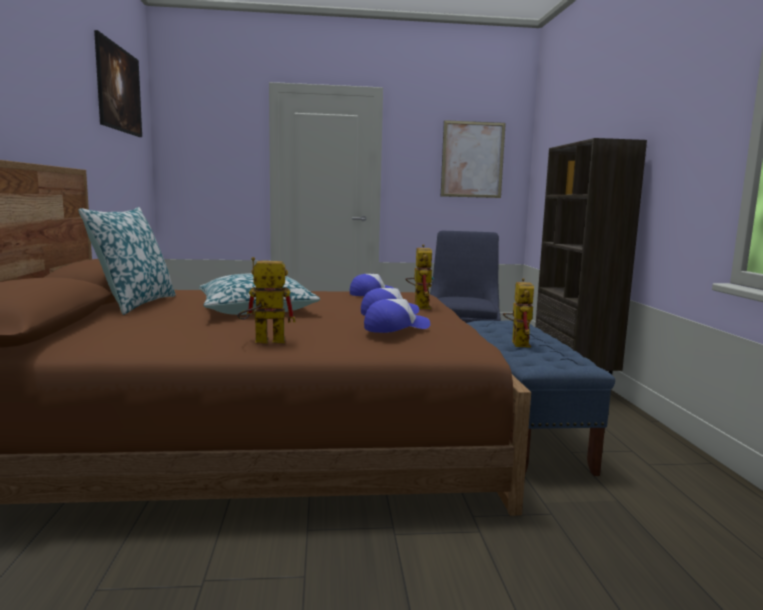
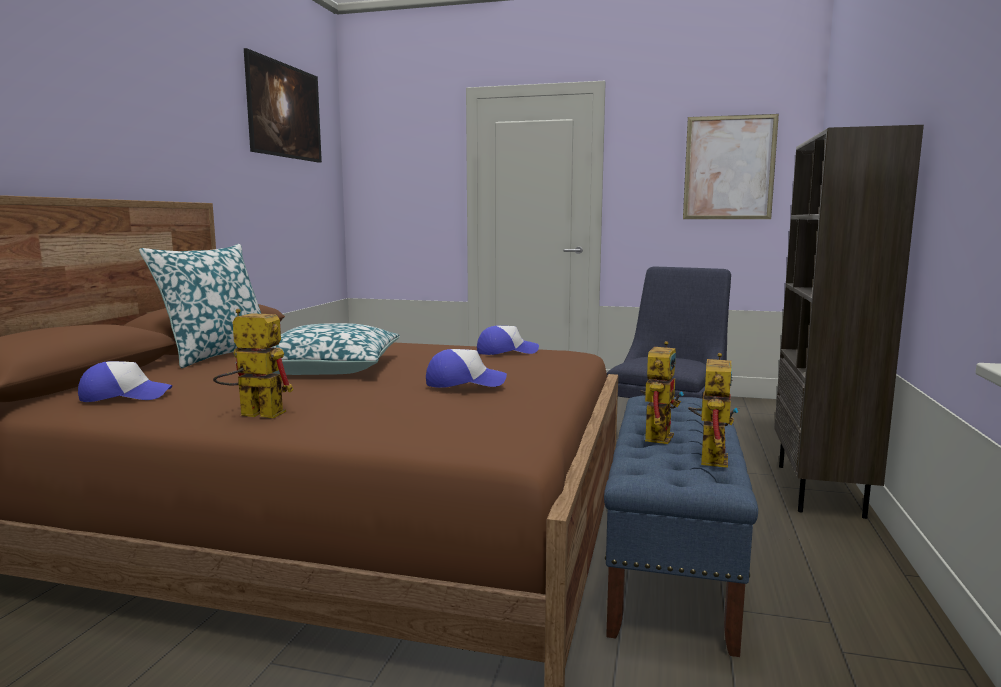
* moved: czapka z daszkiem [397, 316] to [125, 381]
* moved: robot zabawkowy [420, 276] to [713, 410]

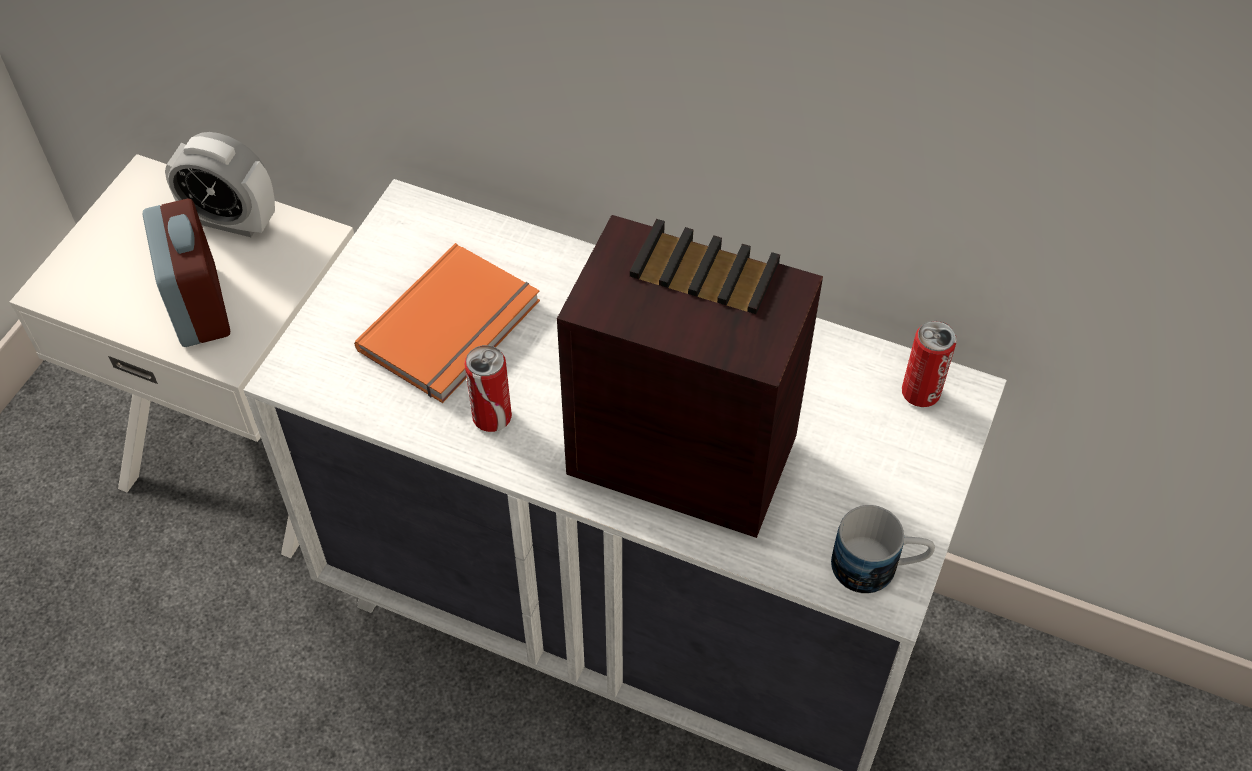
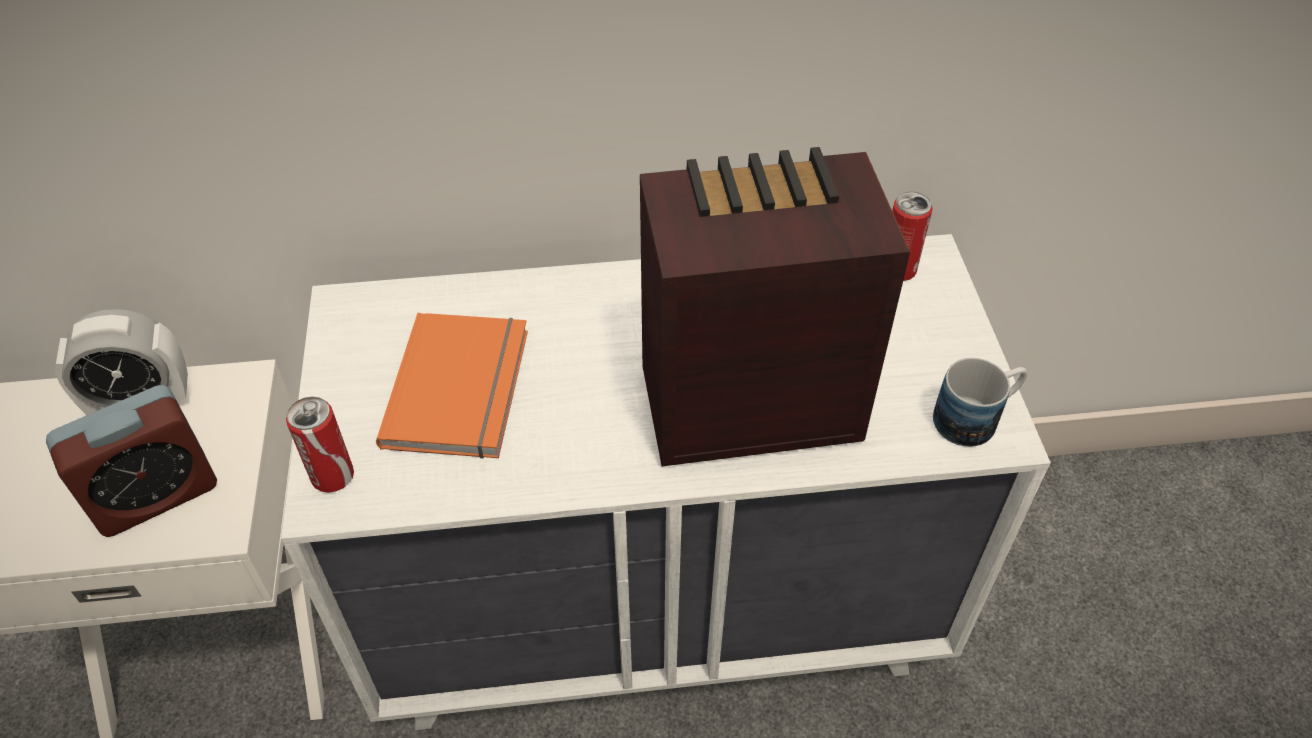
* turned: budzik [186, 272] = [131, 461] 105 degrees clockwise
* moved: puszka [488, 388] to [320, 445]

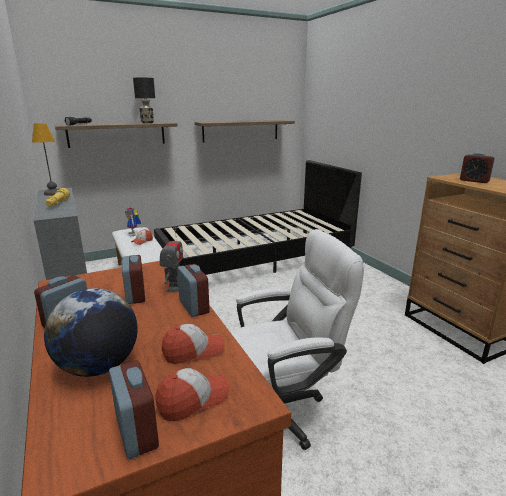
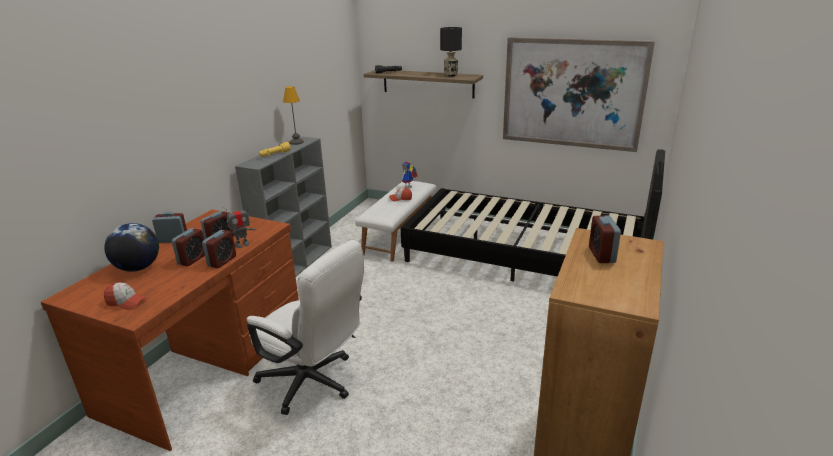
* moved: budzik [134, 410] to [188, 247]
* removed: czapka z daszkiem [193, 344]
* replaced: półka [245, 131] to obraz [579, 94]

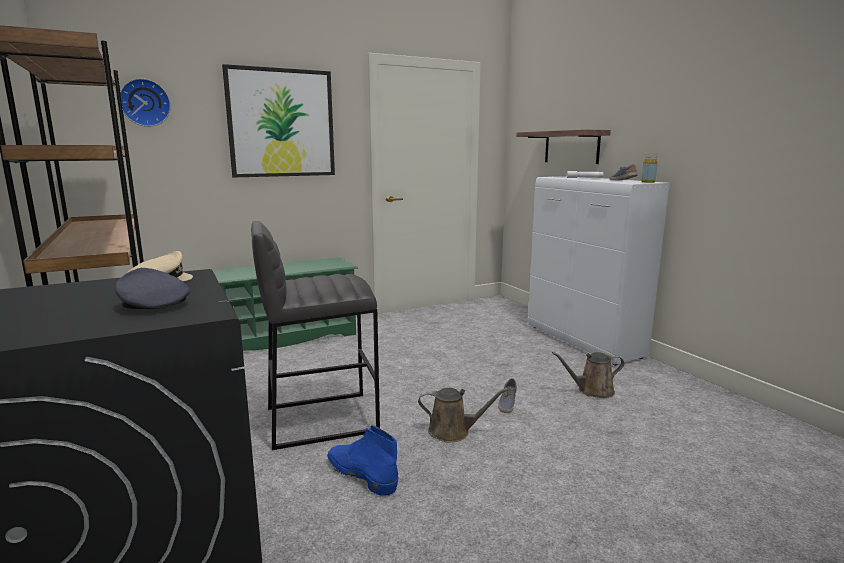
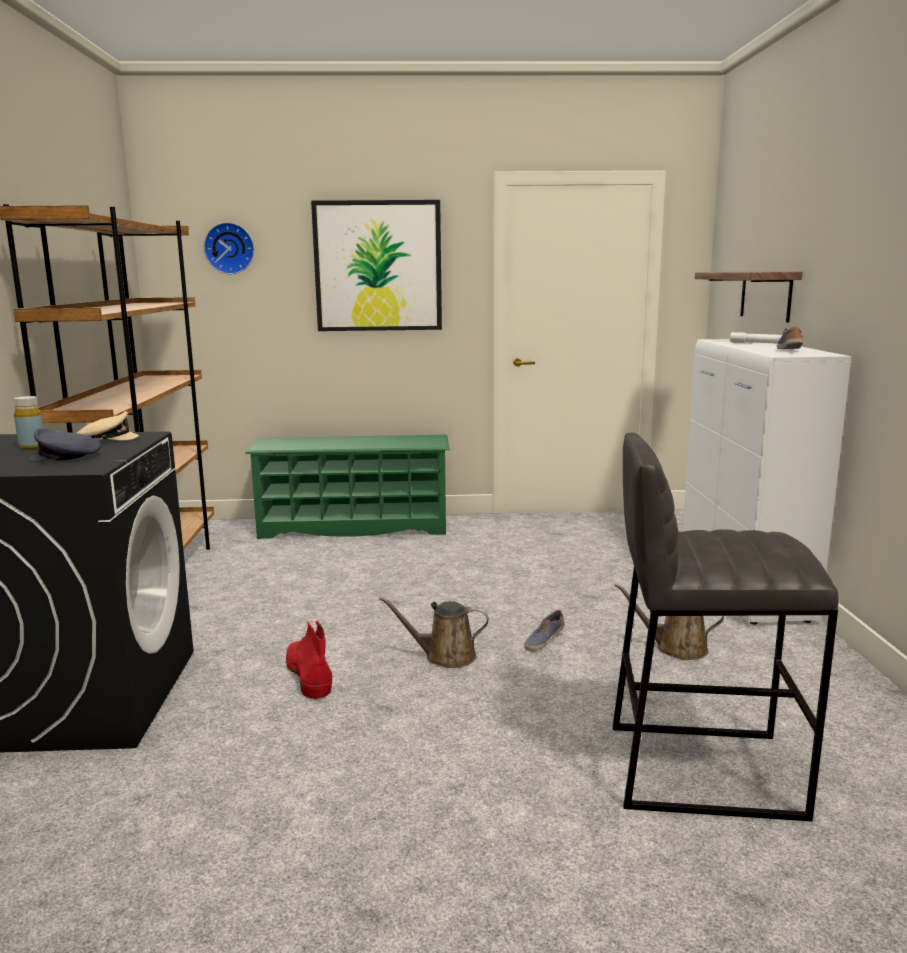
* turned: czapka z daszkiem [szary] [152, 288] = [65, 445] 75 degrees counterclockwise
* moved: stołek [szary] [315, 335] to [725, 627]
* recoloured: but z cholewką [niebieski] [362, 460] to but z cholewką [czerwony] [308, 660]
* turned: konewka [brązowy] [463, 415] = [434, 632] 150 degrees clockwise
* moved: butelka [żółty] [649, 168] to [28, 423]

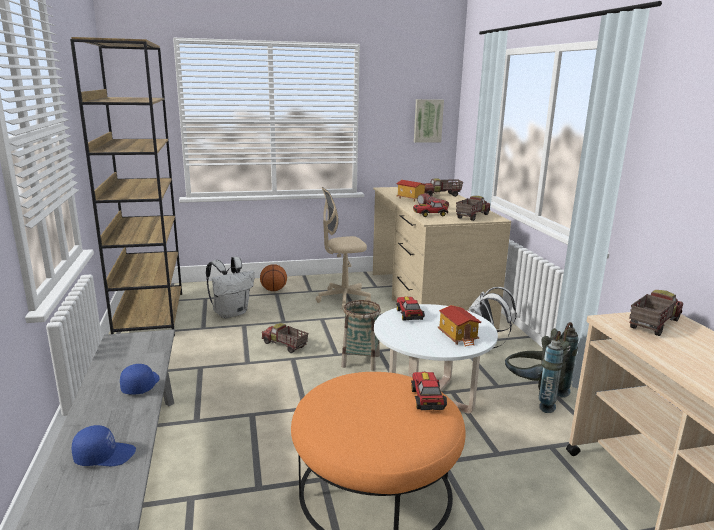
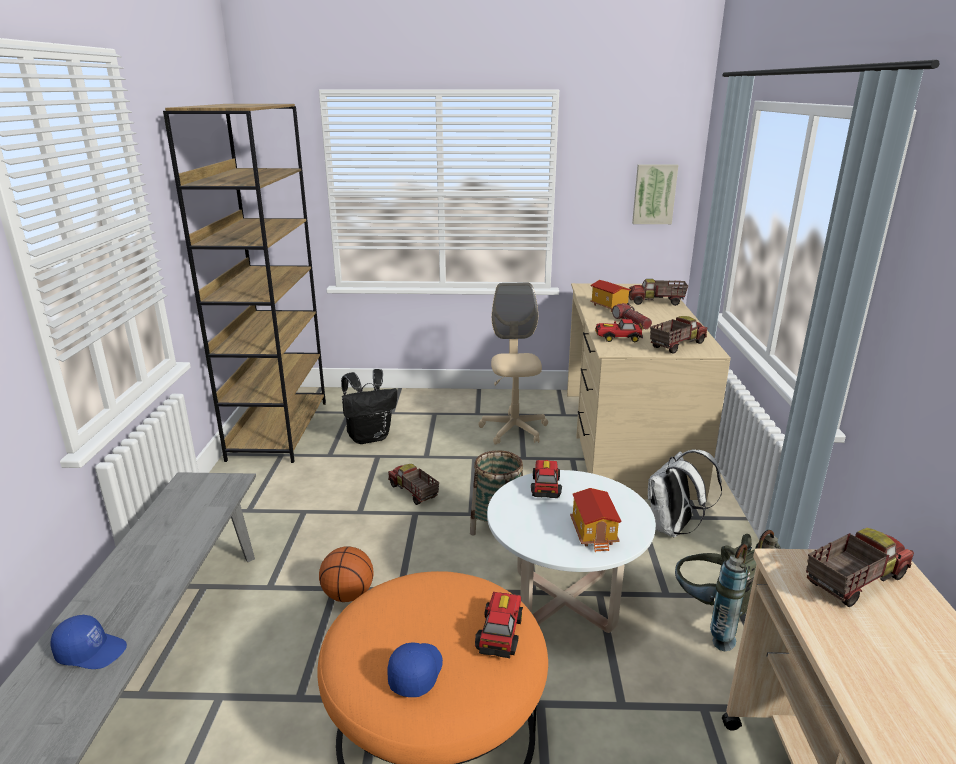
* moved: czapka z daszkiem [niebieski] [140, 379] to [415, 669]
* recoloured: plecak [biały] [230, 288] to plecak [czarny] [369, 406]
* moved: piłka do koszykówki [273, 277] to [346, 574]
* turned: krzesło biurowe [beżowy] [343, 248] = [513, 363] 90 degrees clockwise

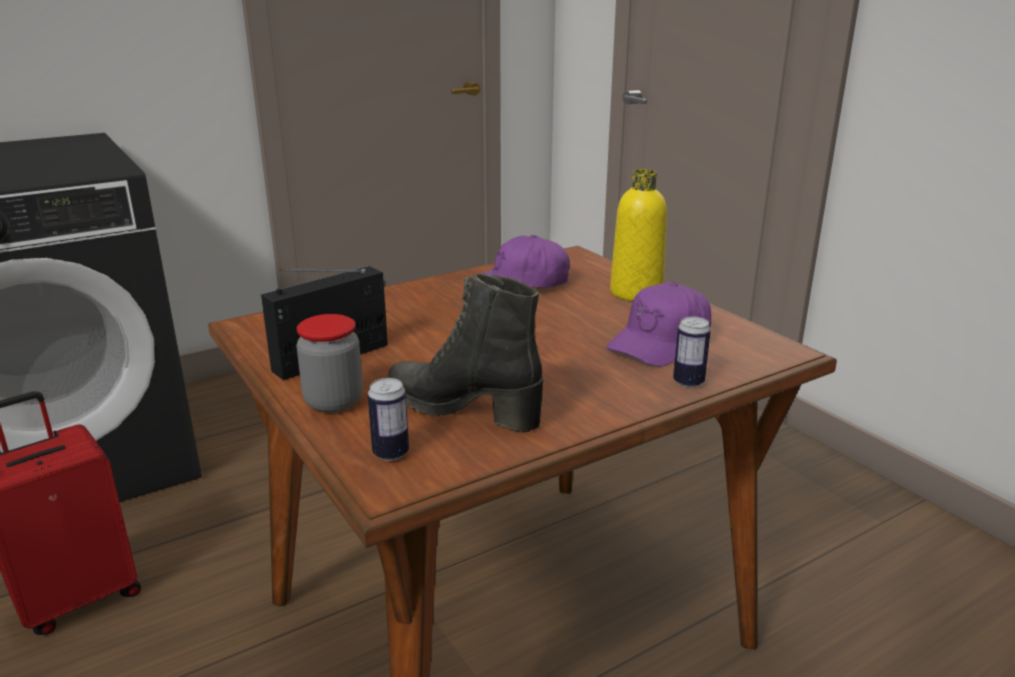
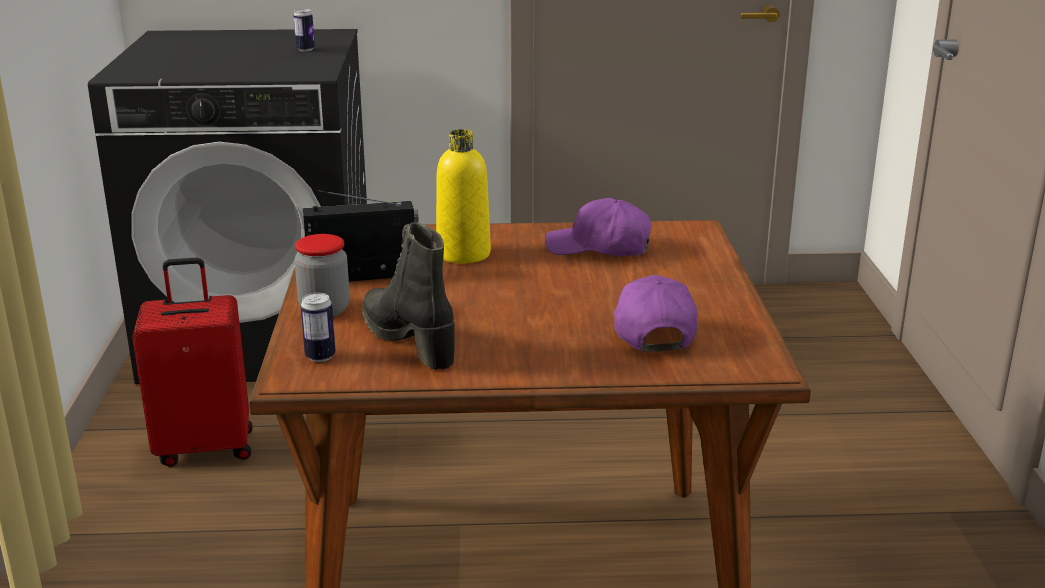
* turned: czapka z daszkiem [fioletowy] [658, 324] = [655, 313] 105 degrees clockwise
* moved: butelka [żółty] [638, 235] to [463, 196]
* moved: puszka [692, 352] to [304, 30]

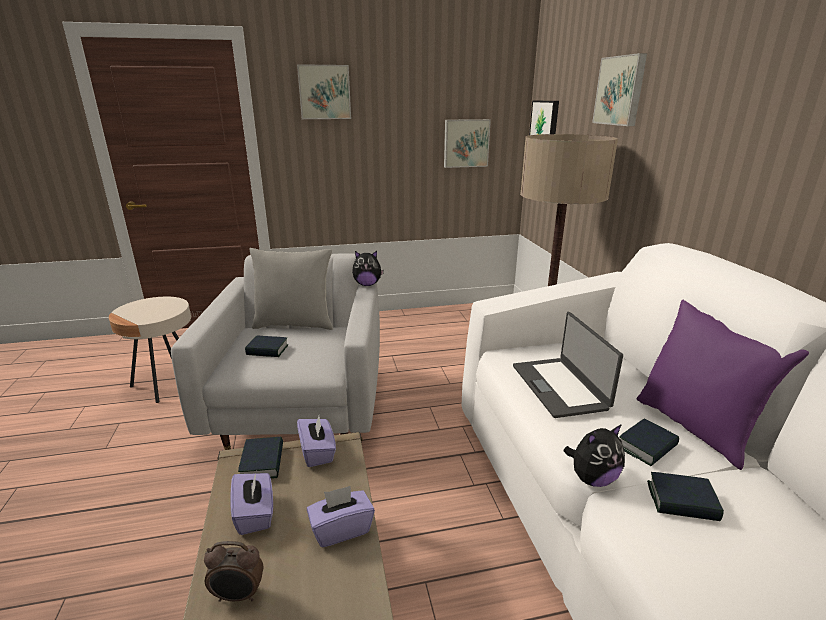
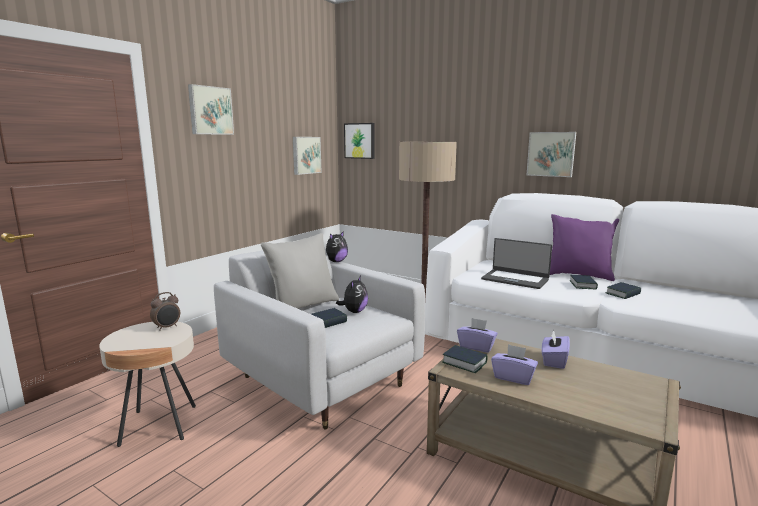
* moved: budzik [233, 571] to [165, 311]
* moved: pluszak [594, 455] to [352, 294]
* moved: obraz [619, 89] to [552, 154]

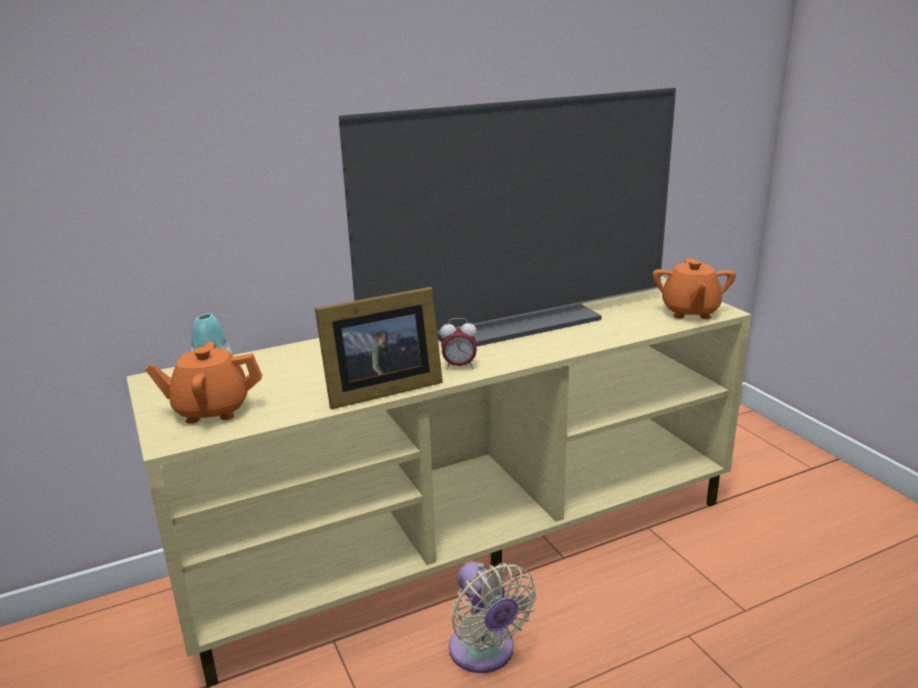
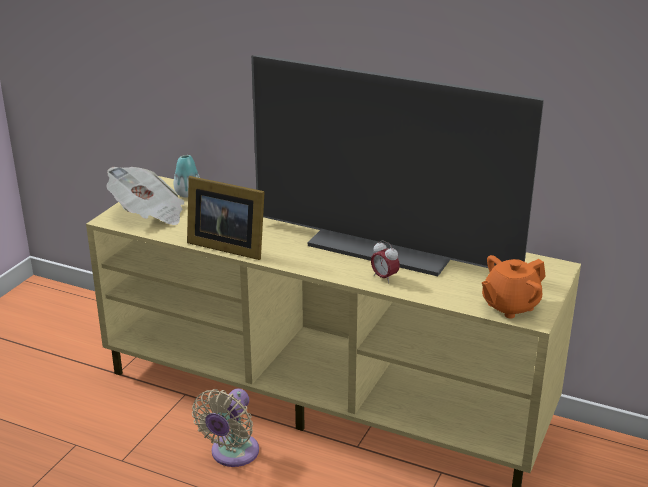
* replaced: imbryk [pomarańczowy] [203, 383] to gazeta [145, 196]
* moved: budzik [458, 344] to [385, 262]

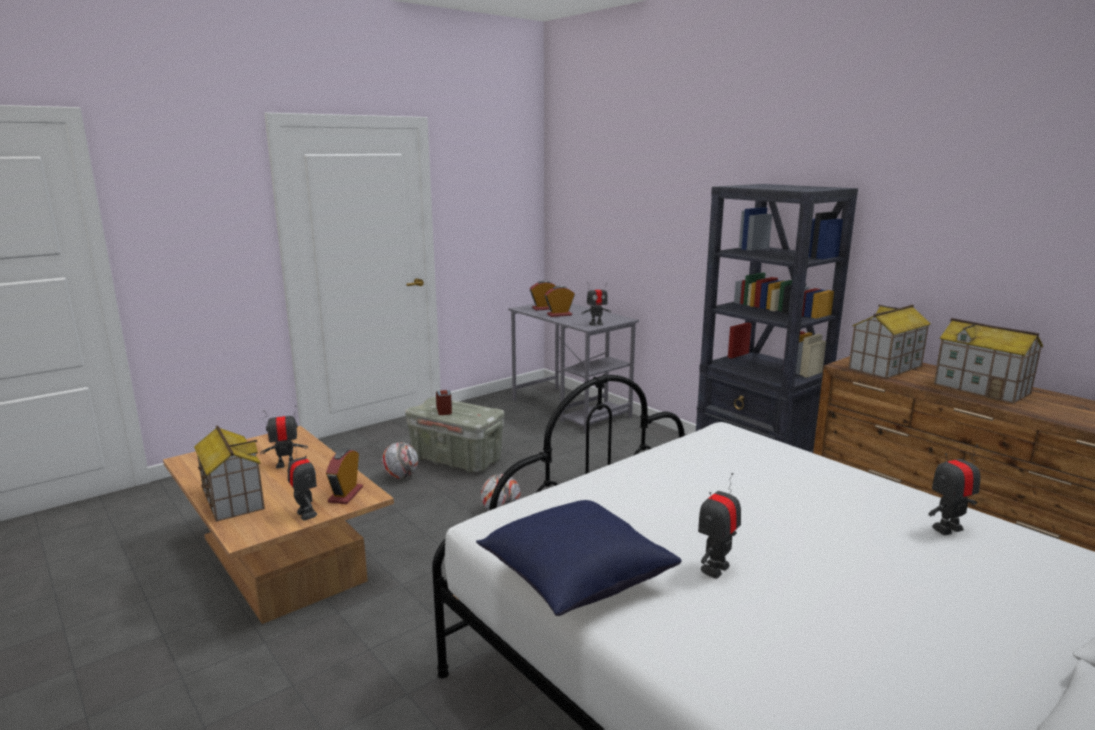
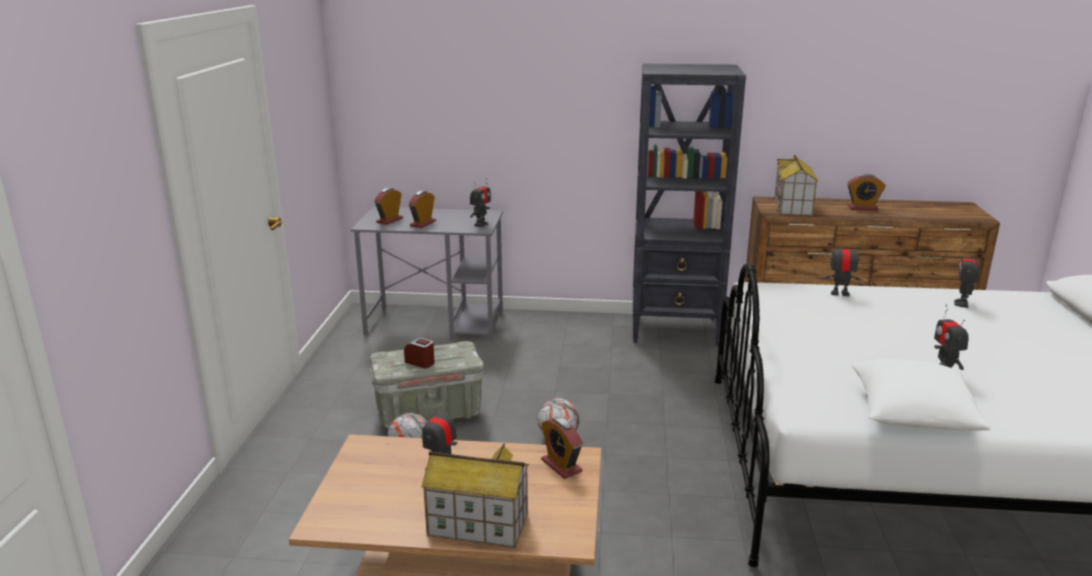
* moved: robot zabawkowy [302, 483] to [842, 268]
* recoloured: poduszka [niebieski] [579, 558] to poduszka [biały] [921, 395]
* replaced: domek [988, 361] to budzik [866, 192]

